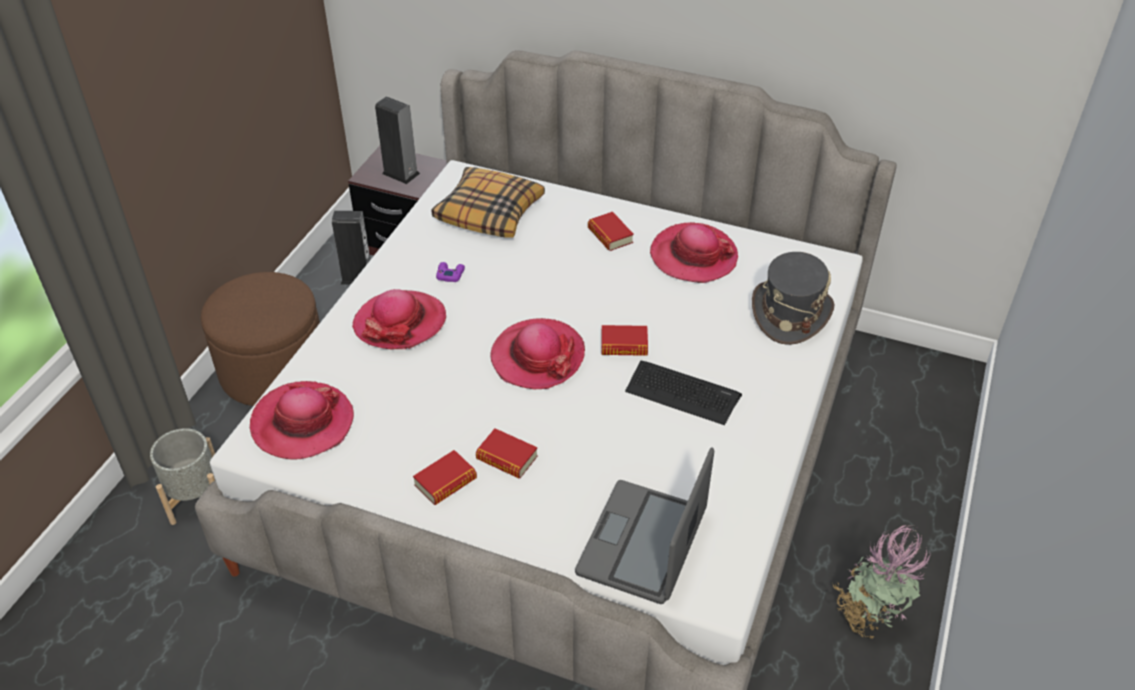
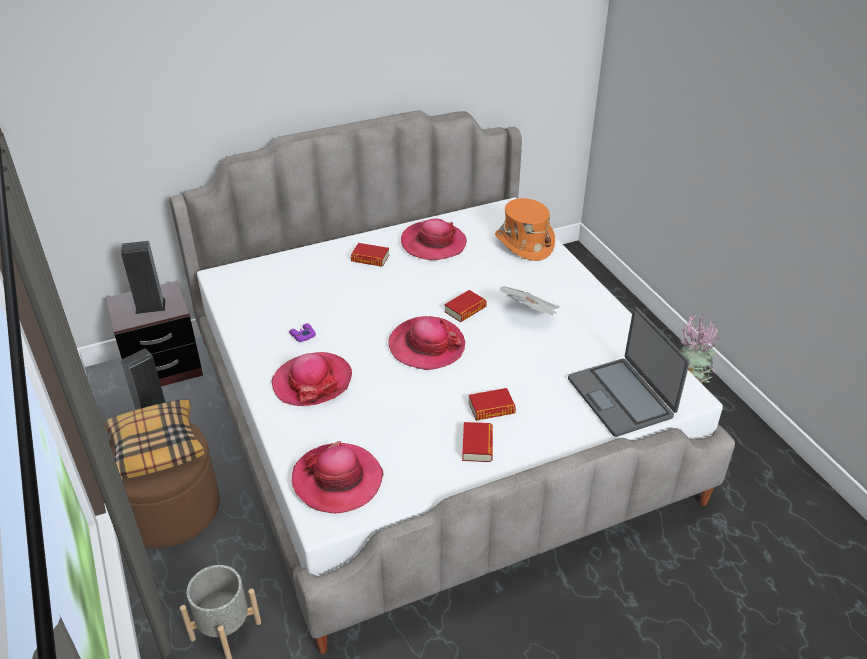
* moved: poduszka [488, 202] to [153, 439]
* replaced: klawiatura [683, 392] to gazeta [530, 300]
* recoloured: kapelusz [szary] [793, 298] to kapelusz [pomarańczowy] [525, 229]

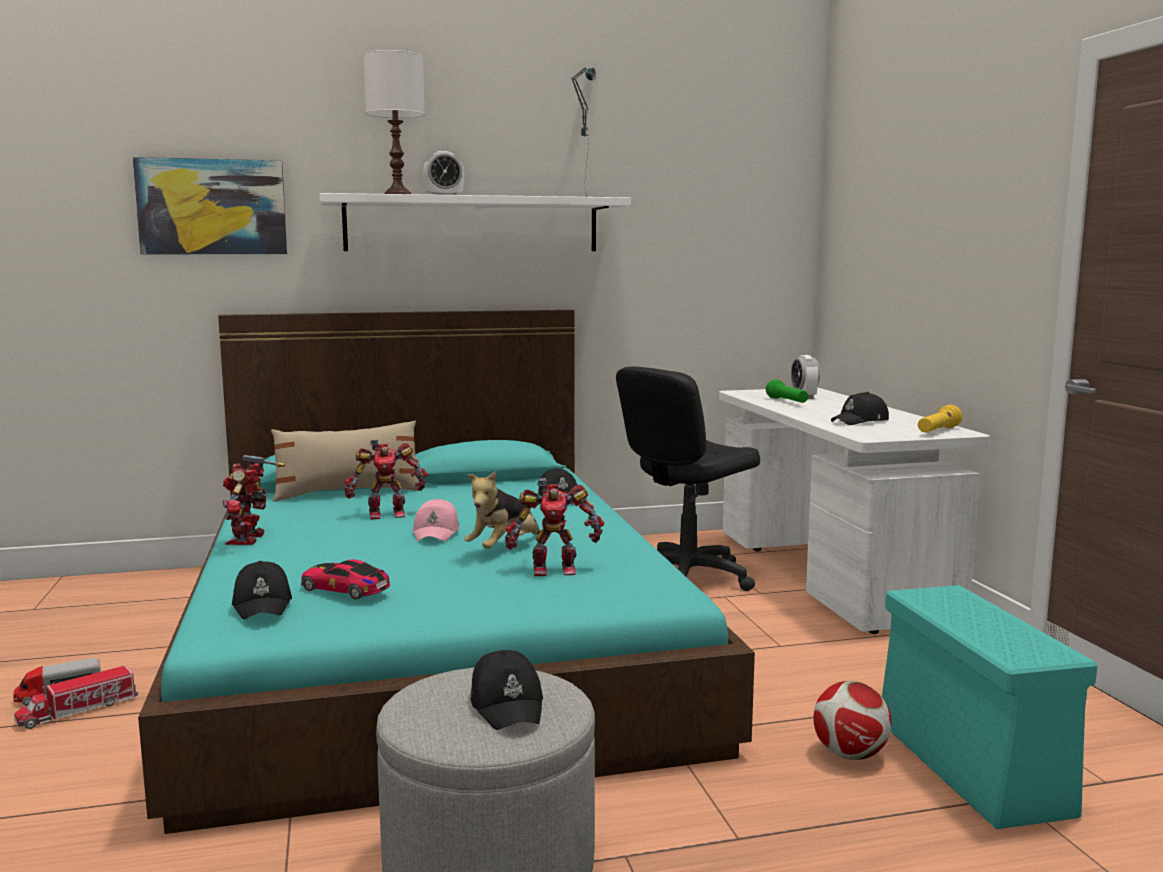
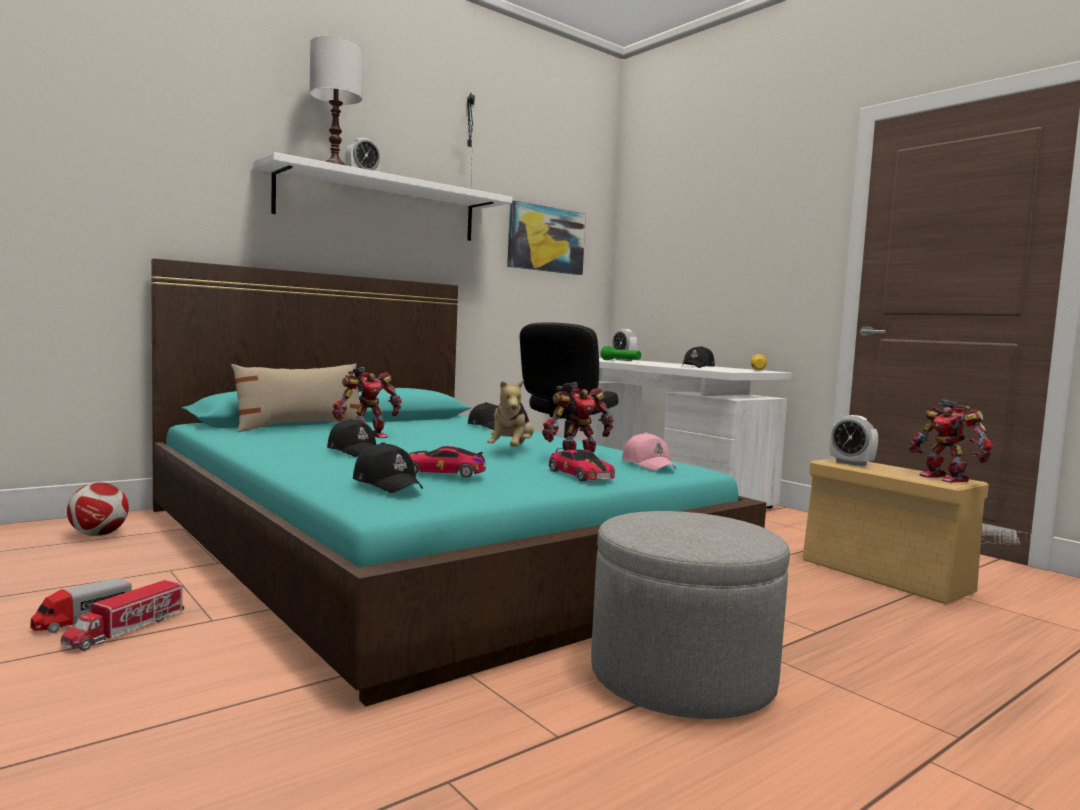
* moved: obraz [210, 205] to [546, 237]
* moved: robot zabawkowy [254, 500] to [951, 441]
* moved: czapka z daszkiem [różowy] [436, 519] to [649, 451]
* moved: czapka z daszkiem [czarny] [506, 690] to [351, 438]
* moved: piłka futbolowa [852, 720] to [98, 509]
* recoloured: pojemnik do przechowywania [turkusowy] [990, 707] to pojemnik do przechowywania [beżowy] [896, 531]
* added: samochodzik [582, 464]
* added: budzik [853, 440]

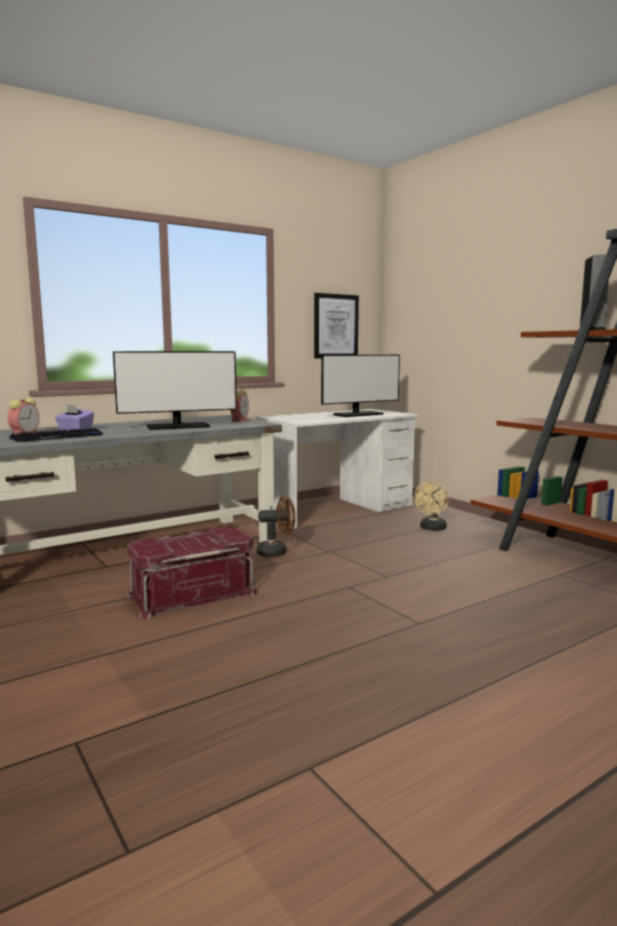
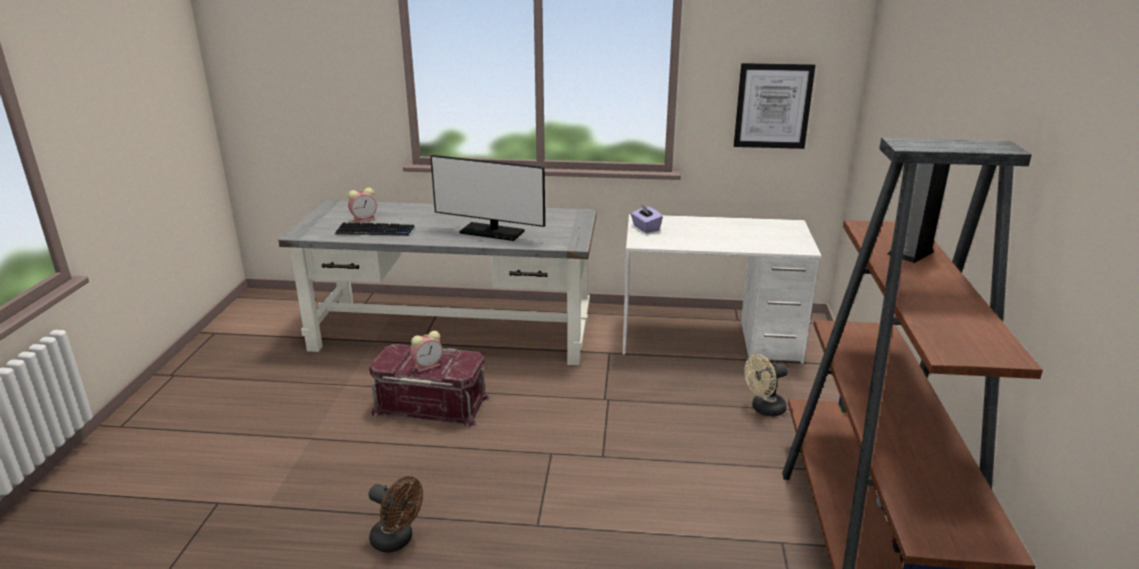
* moved: pudełko chusteczek [fioletowy] [74, 417] to [647, 218]
* moved: budzik [239, 405] to [426, 351]
* moved: wentylator [brązowy] [276, 526] to [396, 514]
* removed: monitor [360, 386]

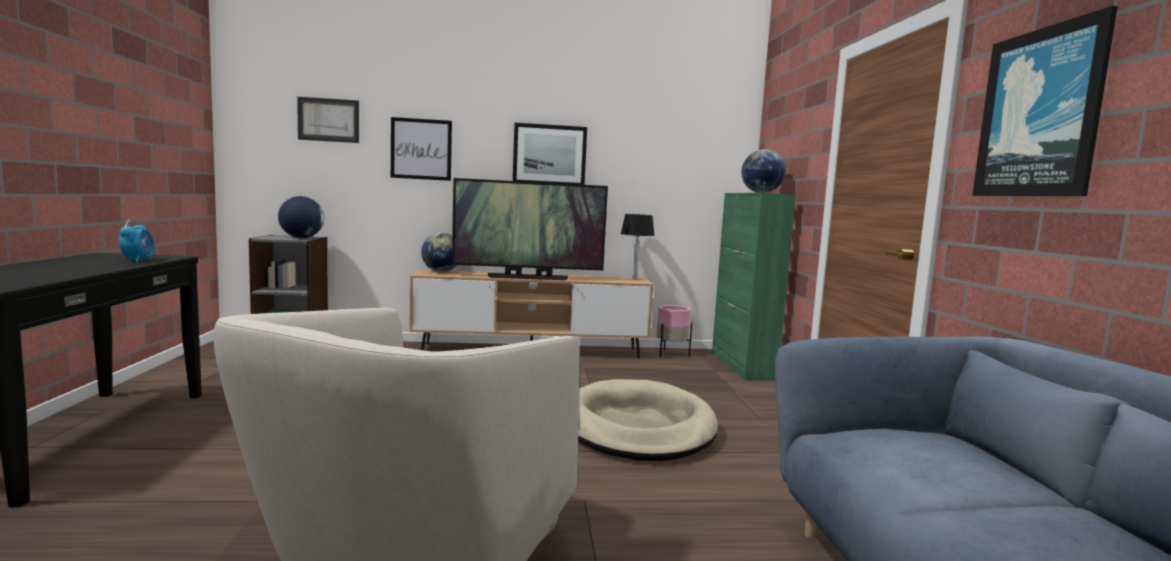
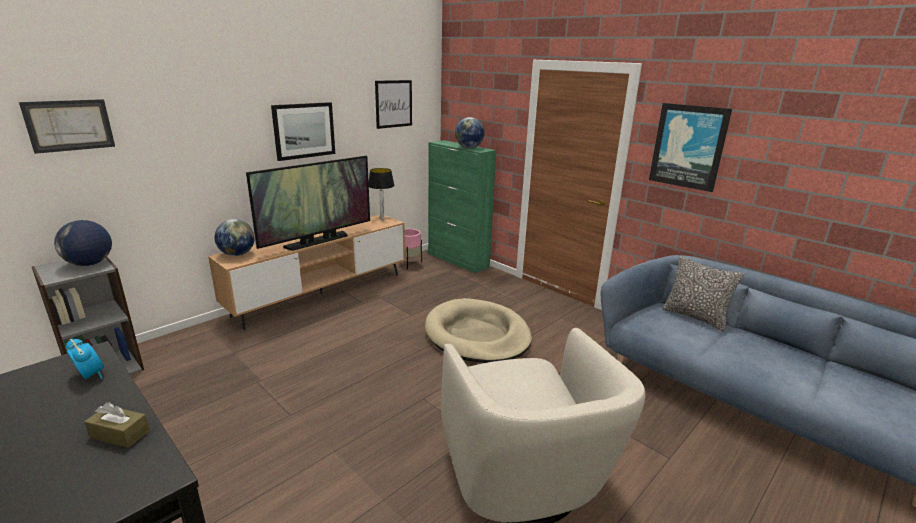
* moved: obraz [421, 149] to [393, 104]
* added: pudełko chusteczek [brązowy] [117, 425]
* added: poduszka [703, 293]

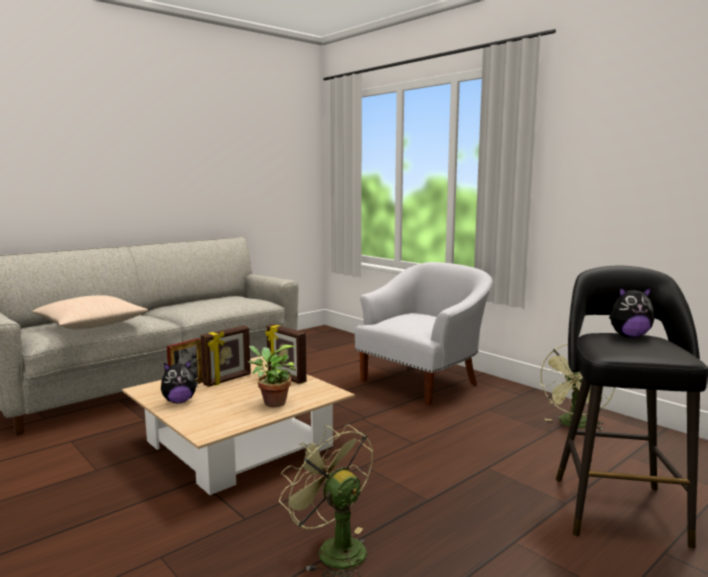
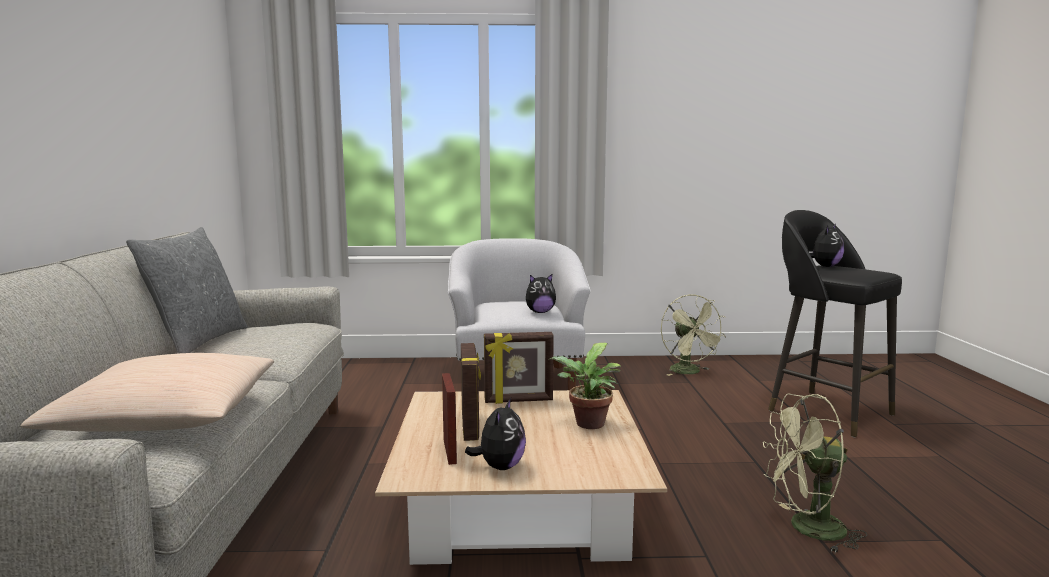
* added: poduszka [szary] [187, 290]
* added: pluszak [541, 293]

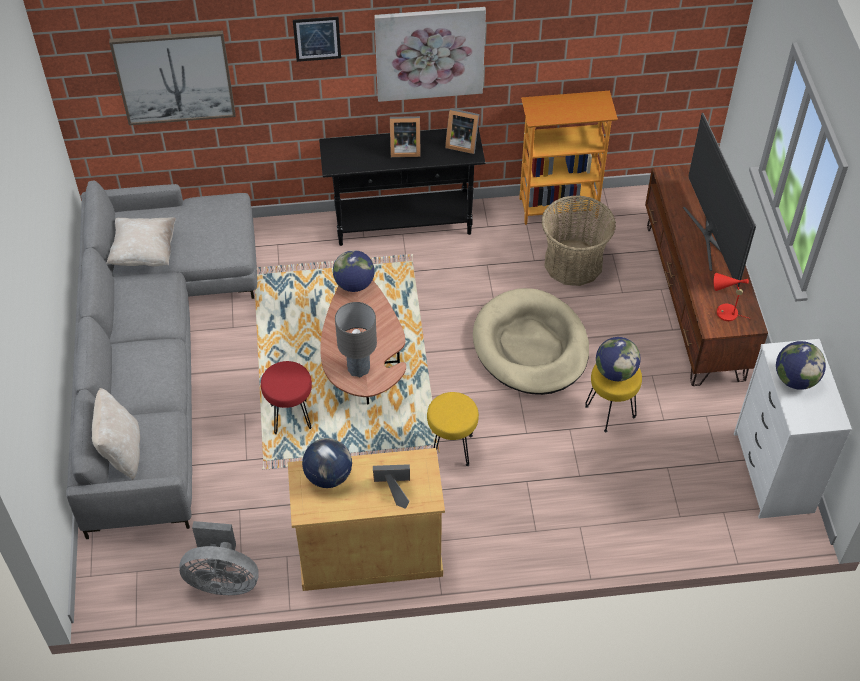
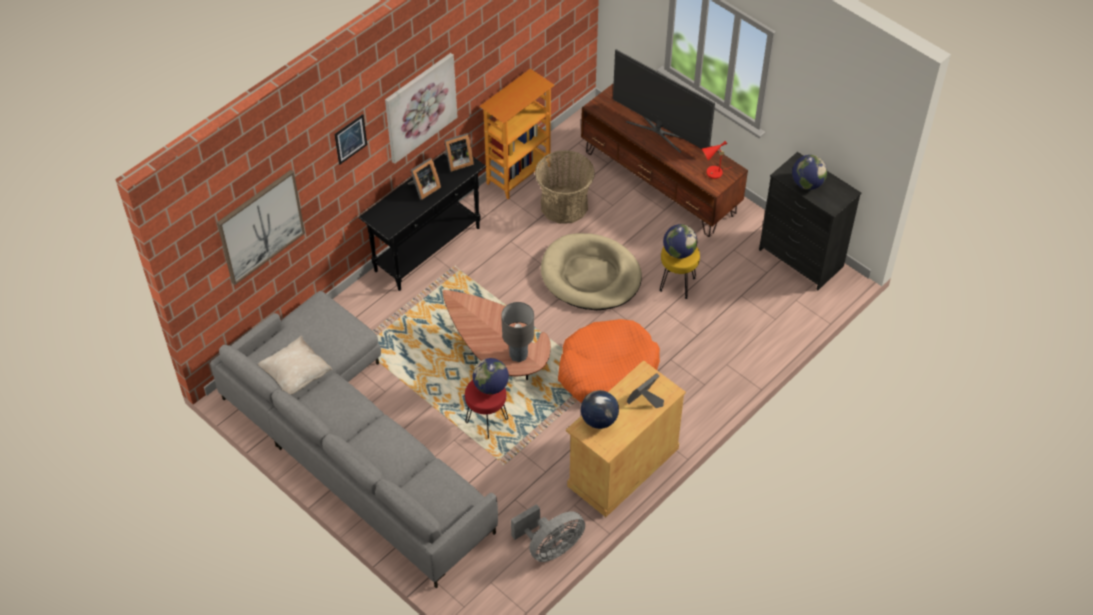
* removed: poduszka [beżowy] [116, 434]
* moved: globus [354, 271] to [490, 376]
* replaced: stołek [żółty] [453, 429] to legowisko [pomarańczowy] [609, 361]
* recoloured: komoda [biały] [793, 429] to komoda [czarny] [810, 221]

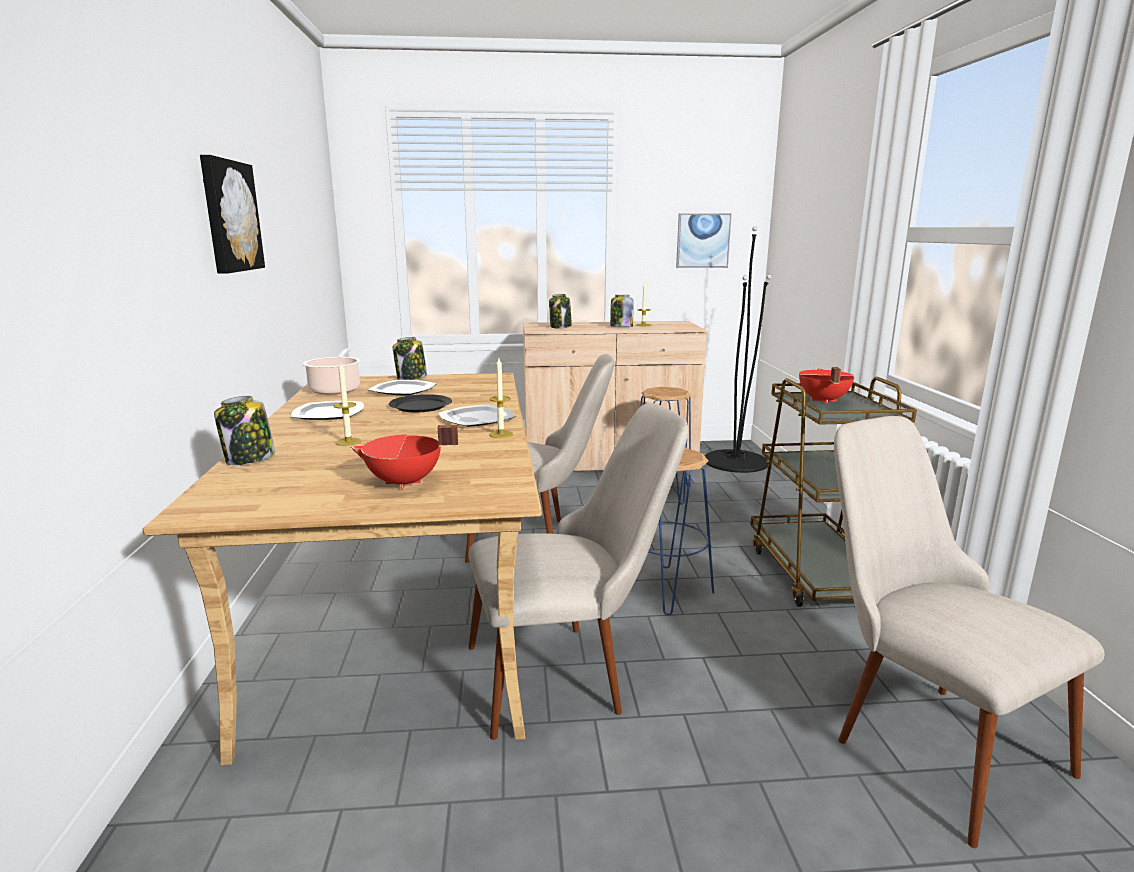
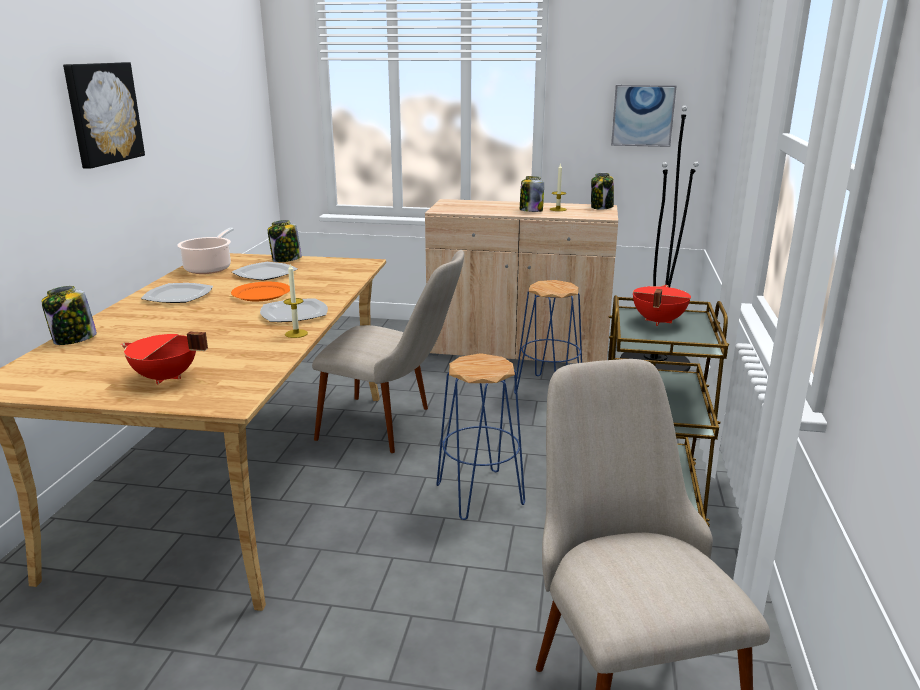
* removed: świeca [348, 404]
* recoloured: talerz [czarny] [420, 403] to talerz [pomarańczowy] [260, 291]
* removed: krzesło [beżowy] [578, 571]
* moved: słoik [560, 311] to [602, 191]

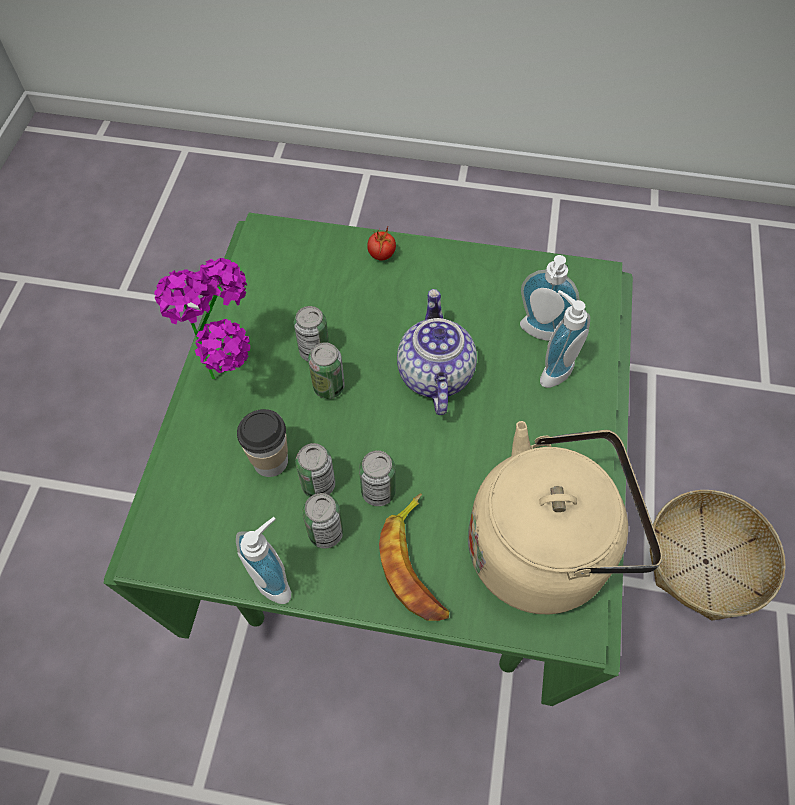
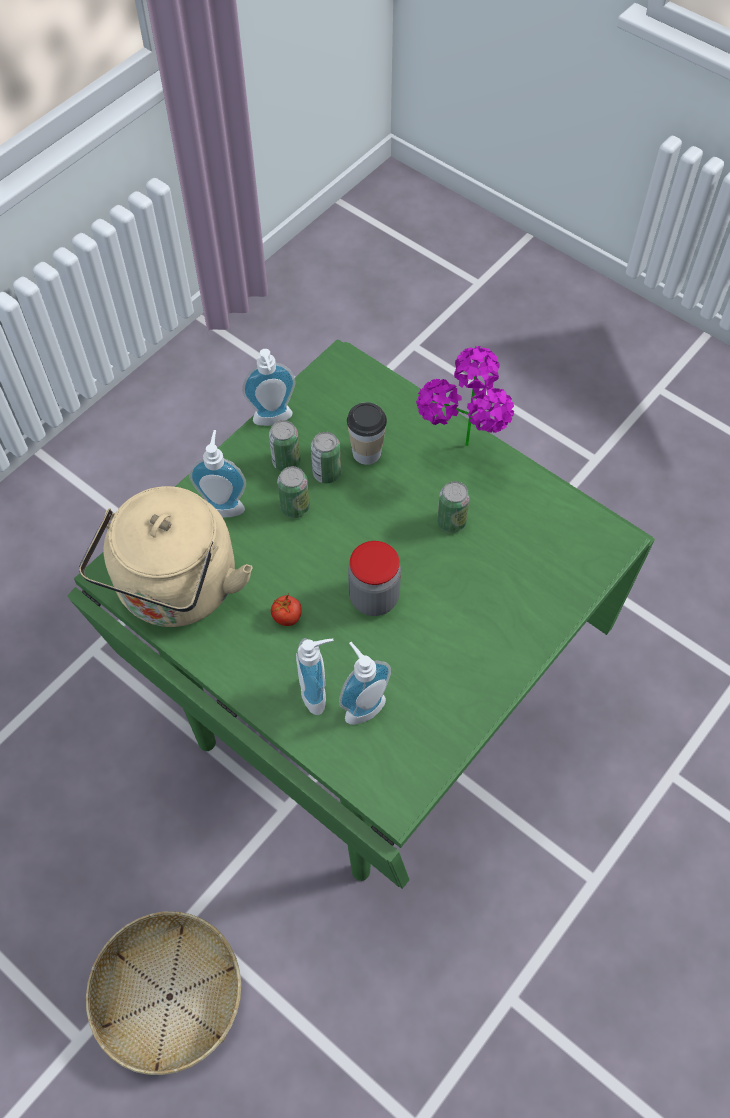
* removed: puszka [326, 370]
* moved: pomidor [381, 244] to [286, 610]
* replaced: banan [414, 557] to dozownik mydła [217, 474]
* replaced: imbryk [437, 352] to słoik [374, 578]

